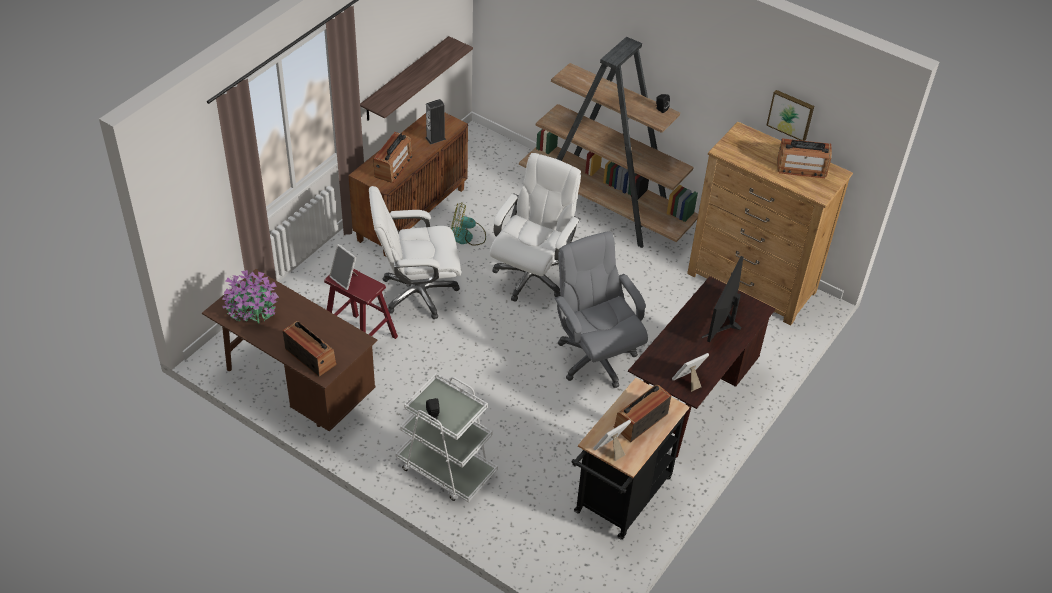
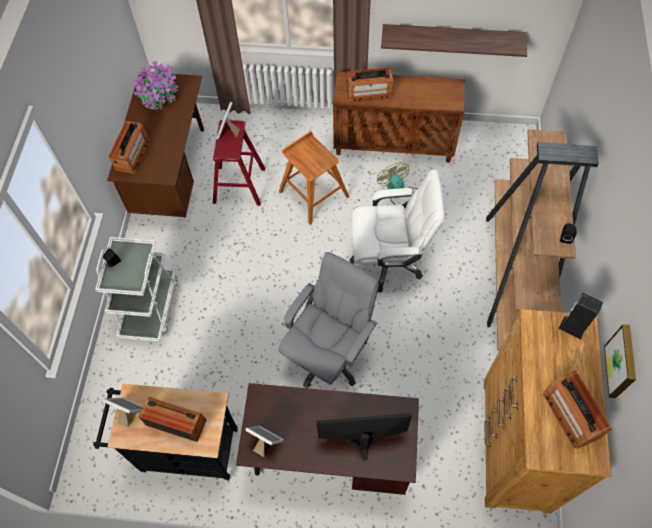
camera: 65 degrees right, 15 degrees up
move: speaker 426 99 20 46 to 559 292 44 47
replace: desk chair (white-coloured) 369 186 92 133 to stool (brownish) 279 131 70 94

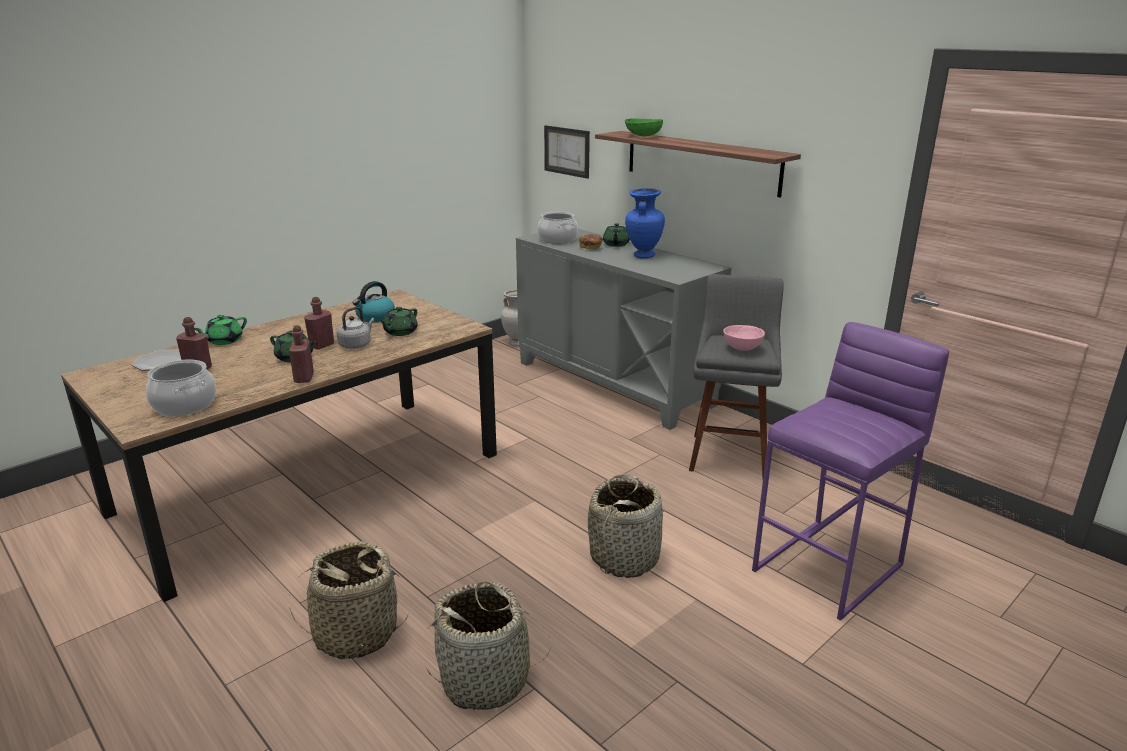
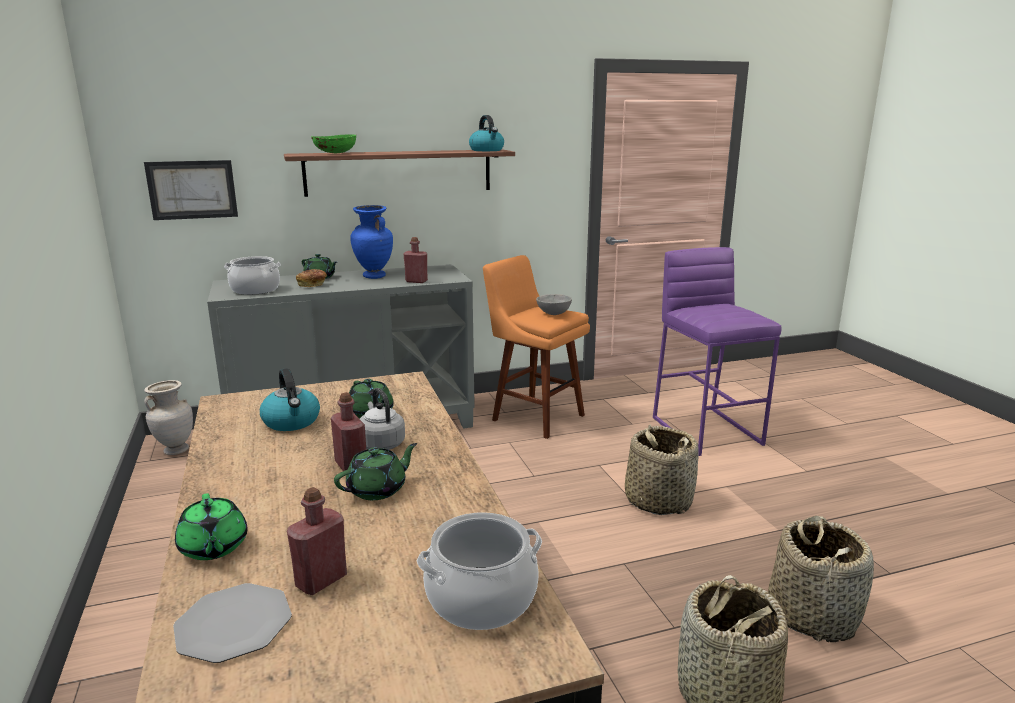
camera: 65 degrees left, 5 degrees down
insert: tea kettle 469 115 35 36
move: bottle (reddish) 289 325 25 58 to 404 237 24 46
recolor: stool (gray) 689 274 95 204 to stool (orangey) 483 255 107 184; serving bowl (pink-coloured) 723 325 42 26 to serving bowl (gray) 536 294 36 21

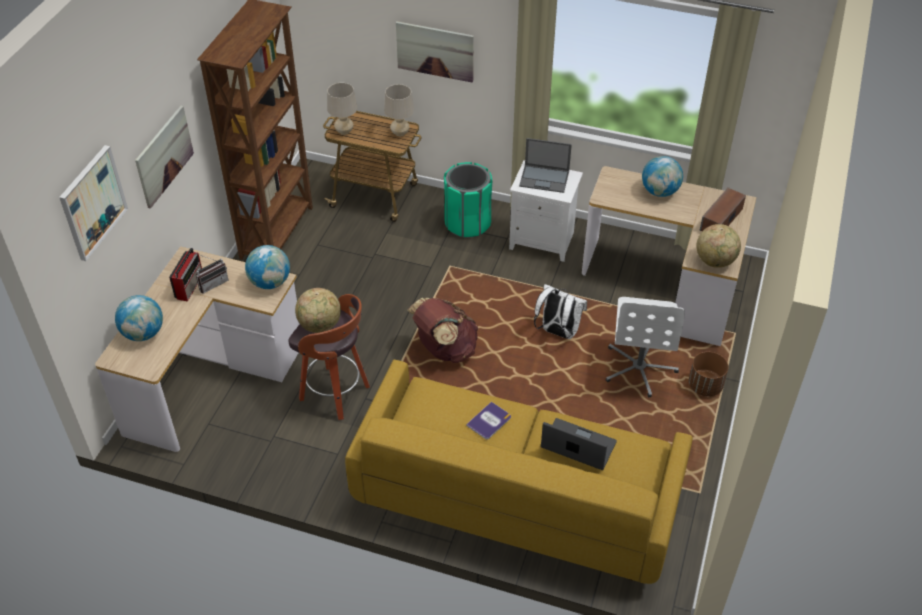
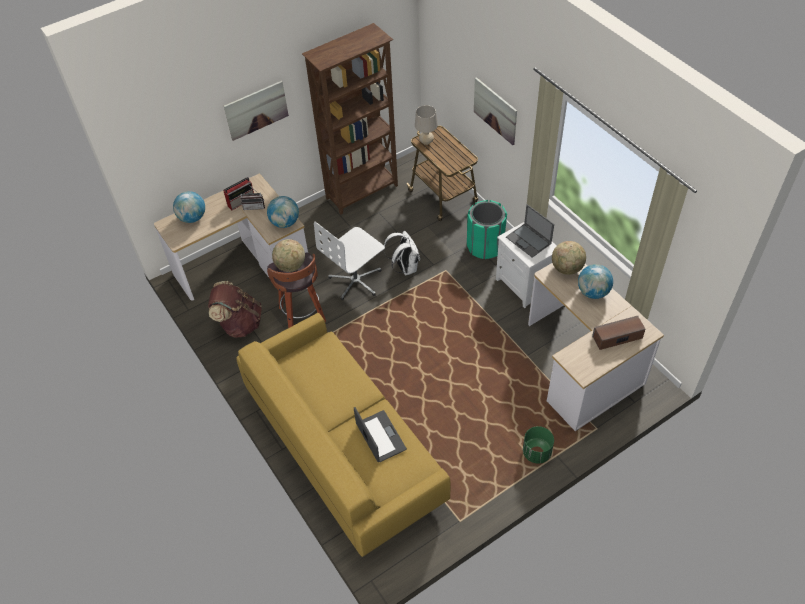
camera: 40 degrees right, 5 degrees up
delete: lamp for a table (beige-coloured) 384 84 30 52; picture 59 145 69 116; volume 466 402 45 37
move: globe 696 224 45 44 to 552 241 34 34; backpack (white-coloured) 534 284 53 55 to 383 230 37 45; desk chair (white-coloured) 606 297 79 100 to 314 221 71 79; backpack (brownish) 407 298 72 65 to 208 281 54 57
recolor: planter (brownish) 689 352 40 44 to planter (green) 523 426 31 38

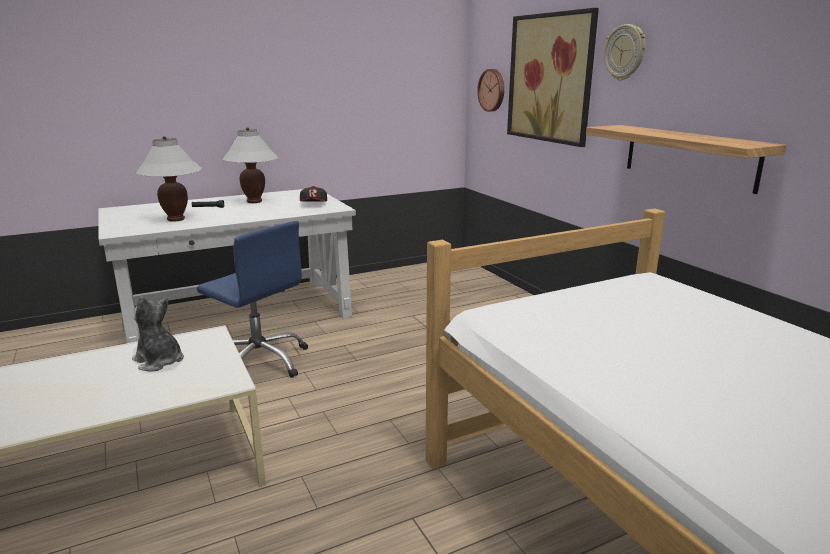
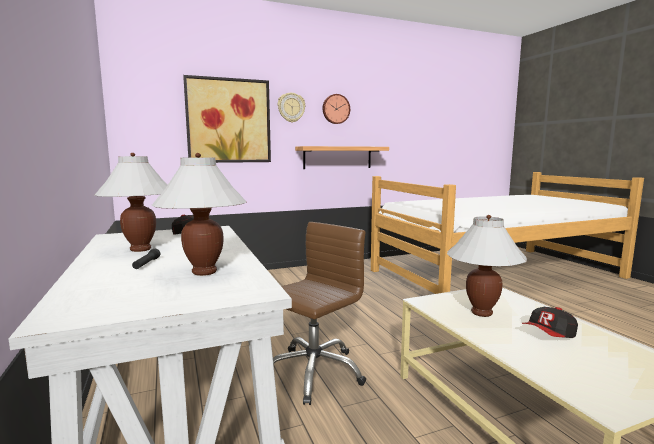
camera: 85 degrees left, 10 degrees down
insert: peaked cap 522 307 56 31
move: clock on the wall 477 69 27 43 to 323 94 27 30
replace: plush toy 132 296 52 76 to lamp for a table (white-coloured) 447 215 80 102
recolor: desk chair (bluish) 197 221 111 157 to desk chair (brownish) 273 222 93 183

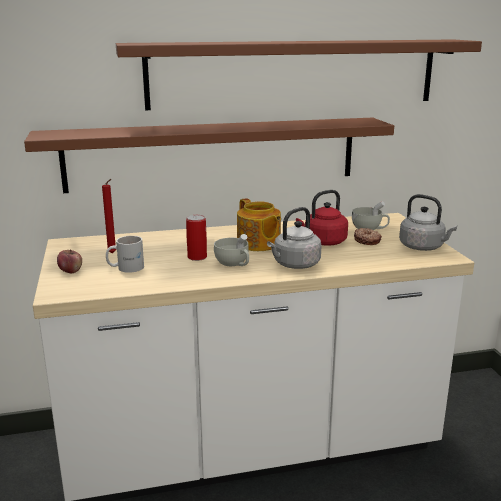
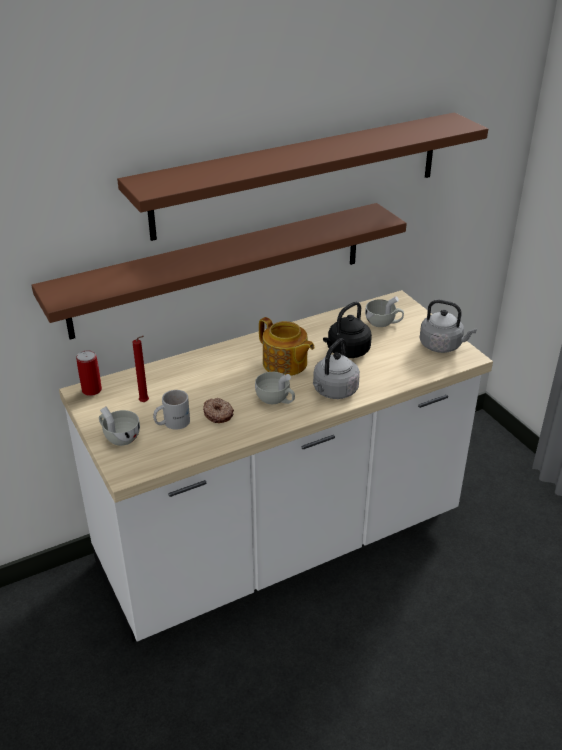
camera: 15 degrees left, 15 degrees up
move: metal can 186 215 21 46 to 76 350 26 46; ring doughnut 354 228 28 17 to 203 398 31 25
replace: apple fruit 57 249 25 24 to small cup (white-coloured) 99 407 41 39
recolor: tea kettle (reddish) 296 190 52 56 to tea kettle (black) 323 302 49 56

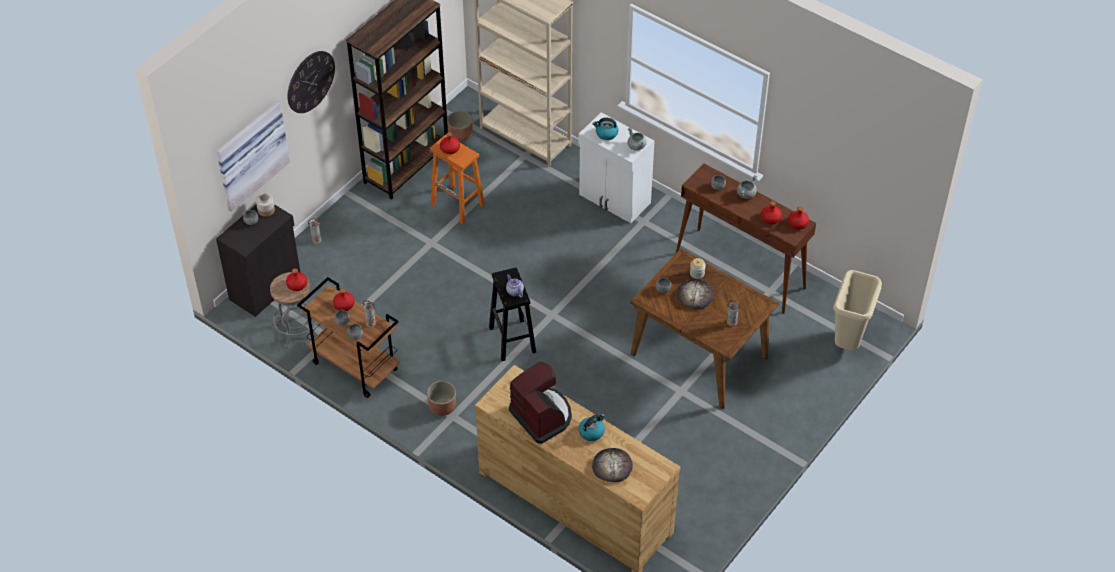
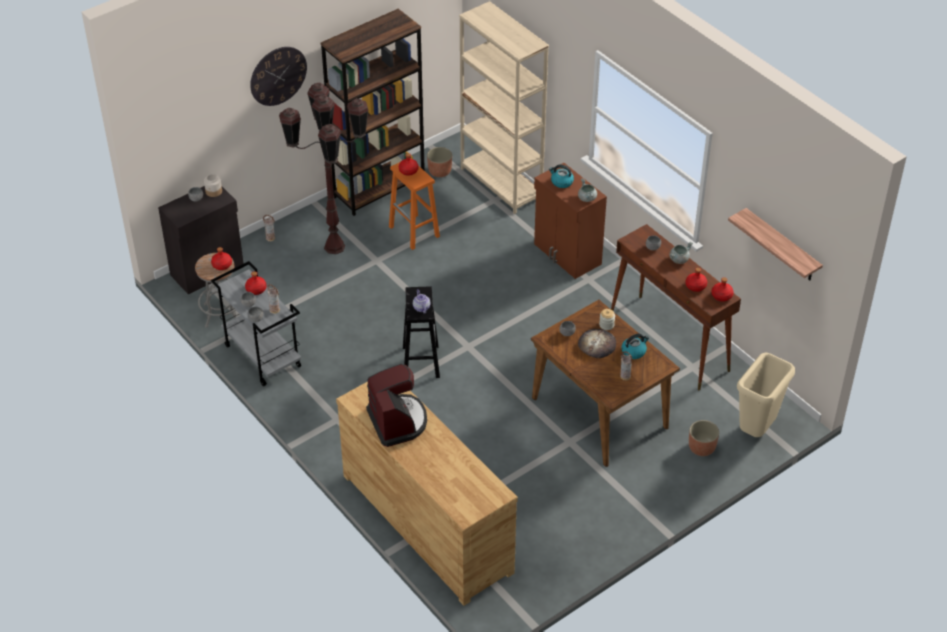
camera: 15 degrees right, 5 degrees down
delete: picture 216 101 74 111; bread 592 448 41 34
insert: floor lamp (brownish) 279 83 90 171; shelf 728 208 95 72
move: planter 427 381 29 35 to 689 420 30 36; tea kettle 578 414 27 27 to 621 334 28 25
recolor: storage cabinet (white-coloured) 578 113 77 110 to storage cabinet (brownish) 534 163 73 116; cart (brownish) 297 277 103 121 to cart (gray) 211 261 90 125

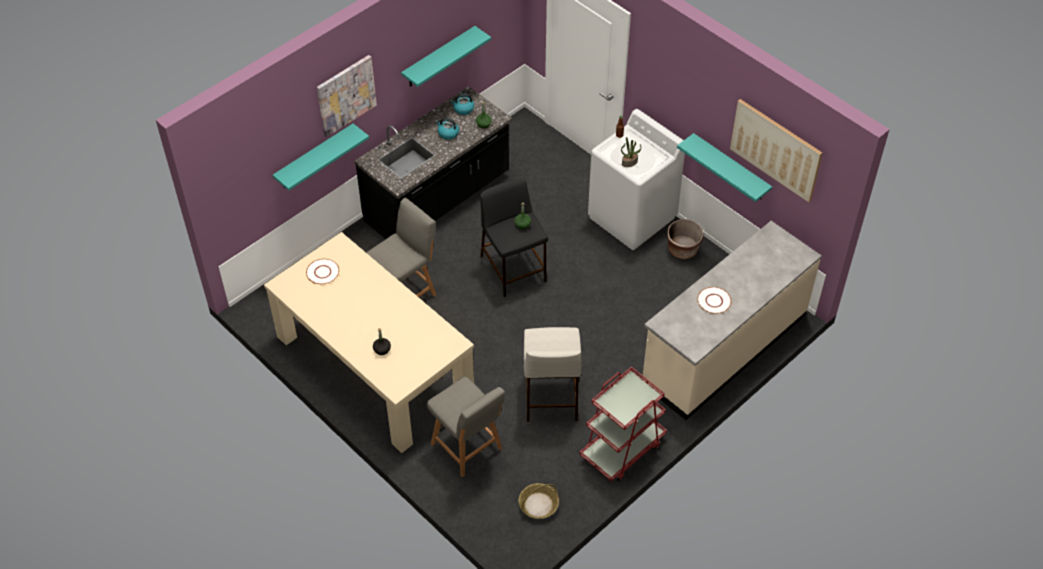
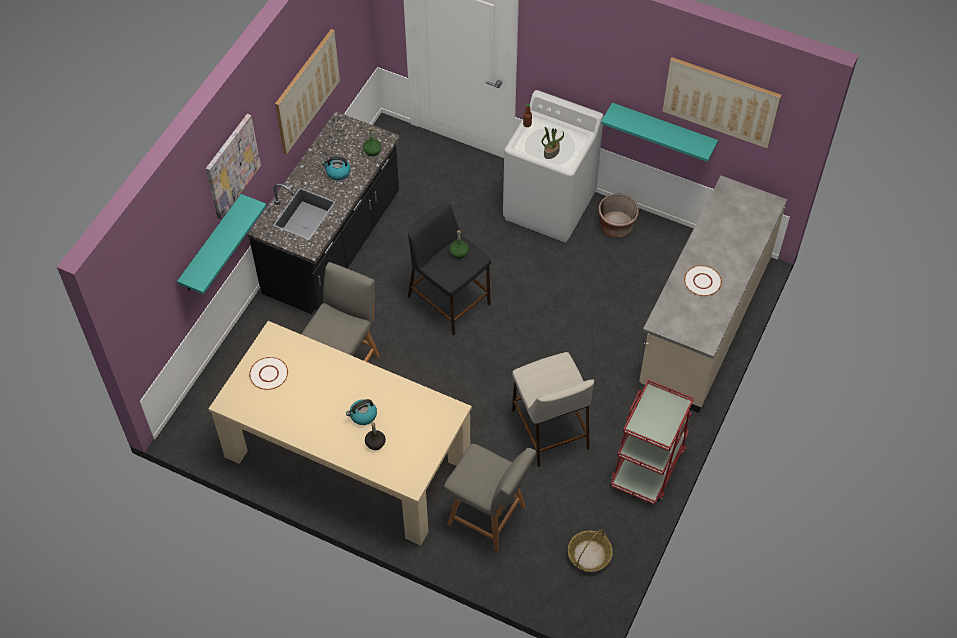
camera: 20 degrees left, 5 degrees up
move: tea kettle 450 94 24 21 to 346 399 31 26
replace: shelf (blue-green) 401 26 90 61 to picture 275 29 65 125

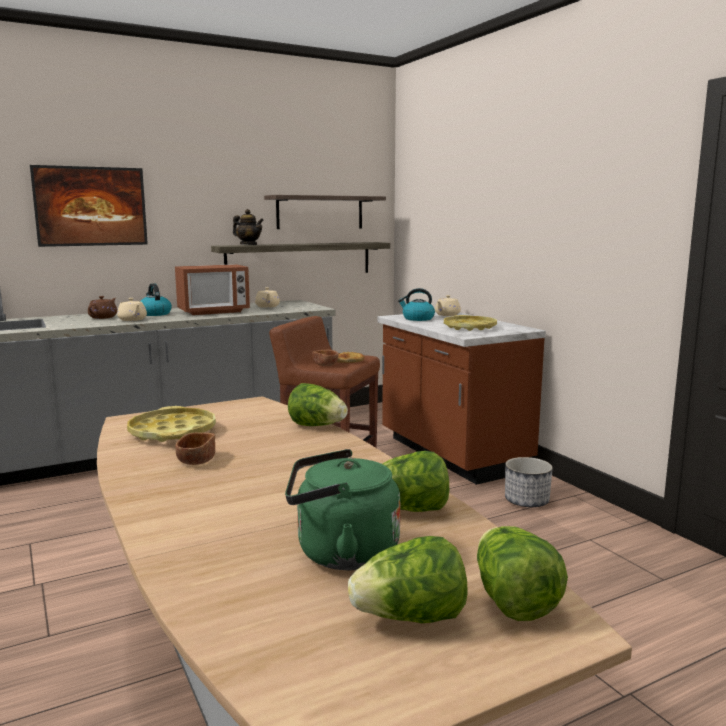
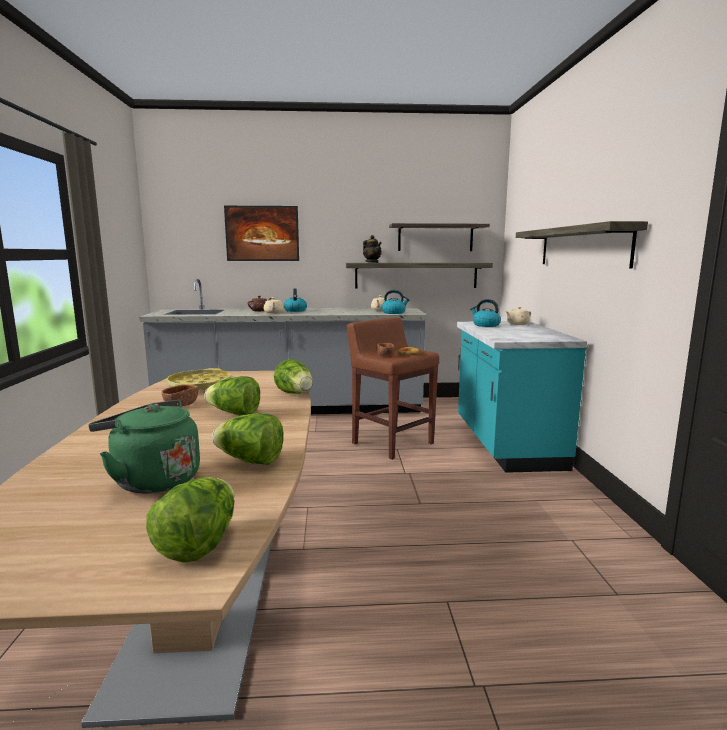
camera: 25 degrees right, 0 degrees up
delete: microwave oven 175 264 75 51; tray (yellow) 444 315 53 16; planter 505 457 48 50
insert: shelf 516 221 132 47; tea kettle 382 290 28 24
move: head of lettuce 348 536 120 87 to 204 376 56 39
recolor: kitchen counter (brownish) 377 312 169 173 to kitchen counter (blue-green) 457 321 130 152

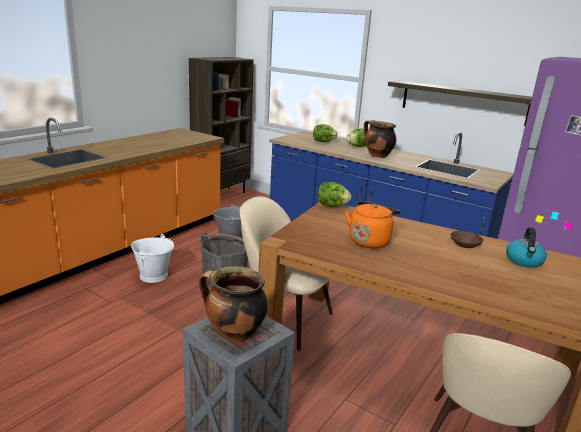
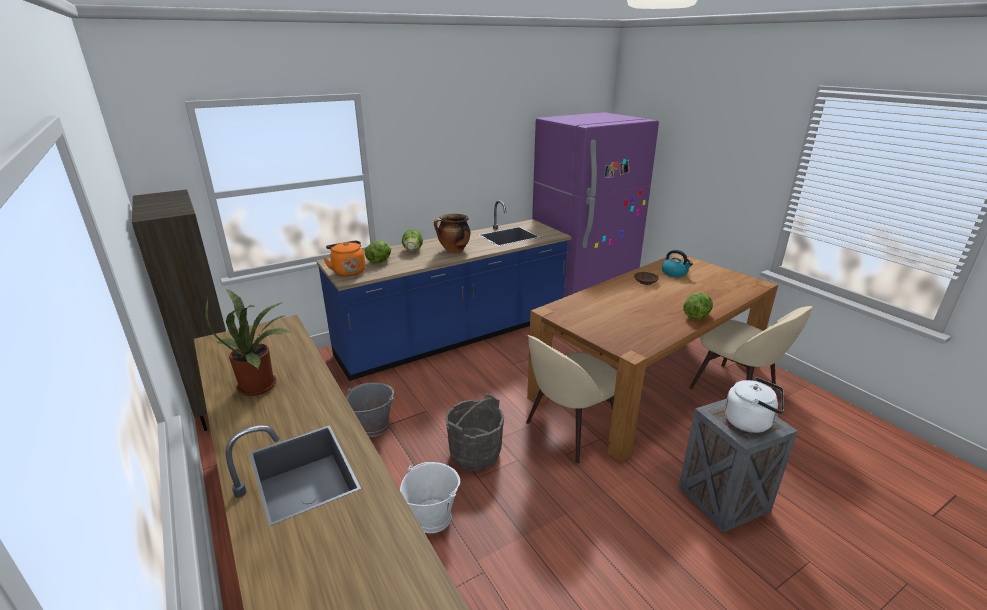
camera: 65 degrees left, 5 degrees up
delete: shelf 388 81 144 45
insert: potted plant 205 290 85 106
move: head of lettuce 318 182 33 25 to 683 293 30 26; tea kettle (orangey) 345 201 56 47 to 324 240 41 37
replace: cooking pot 199 266 69 76 to tea kettle (white-coloured) 724 377 60 56

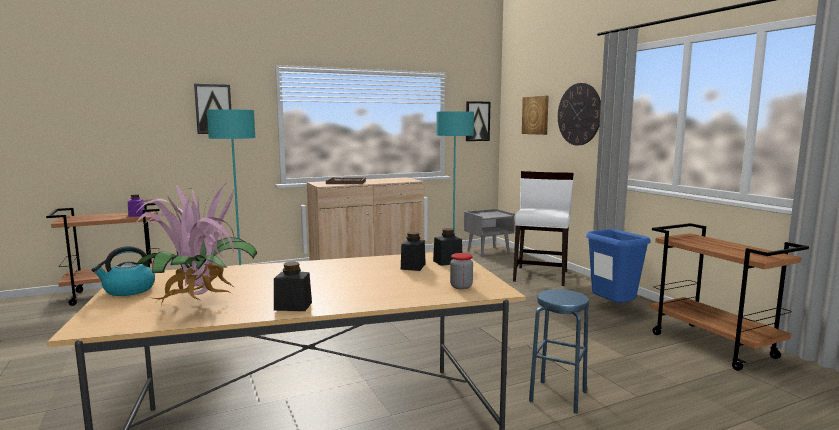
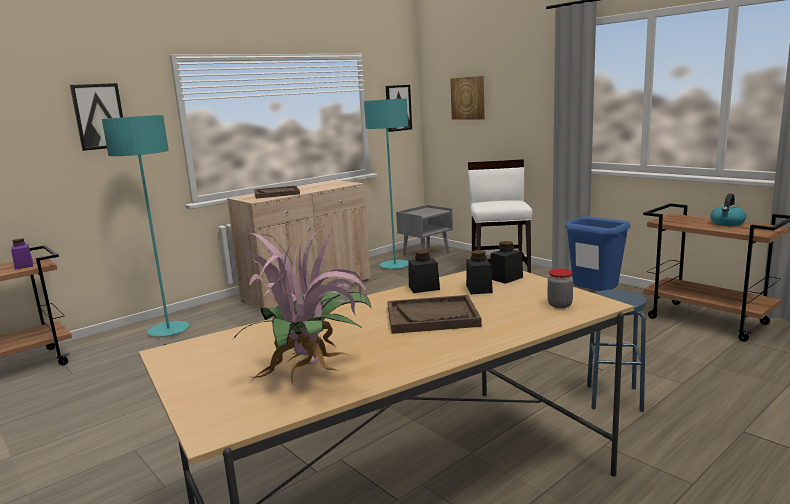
camera: 15 degrees left, 5 degrees up
delete: clock on the wall 558 83 43 62
insert: tray (brownish) 387 295 95 39
move: tea kettle 91 246 64 50 to 710 194 36 32; jar (black) 274 262 38 49 to 409 250 31 43

